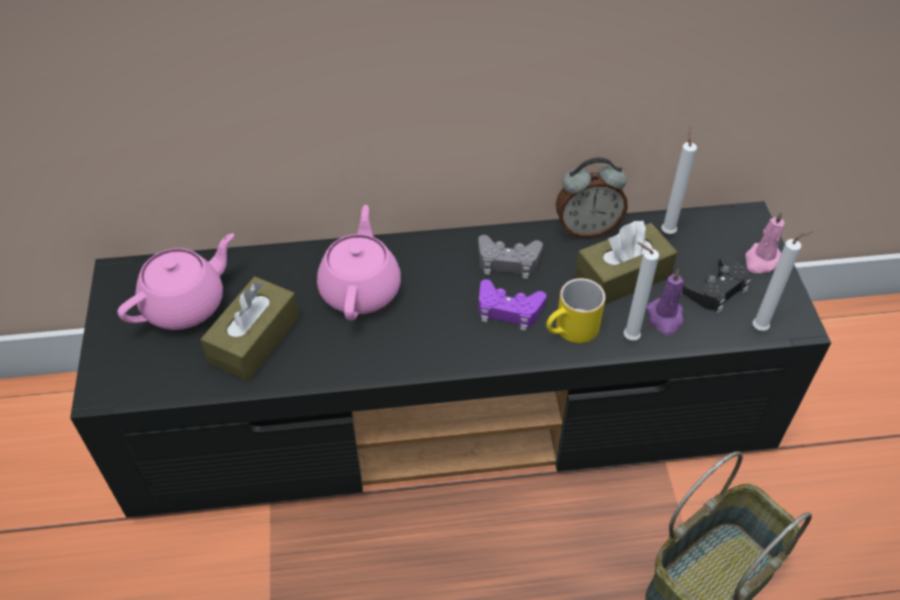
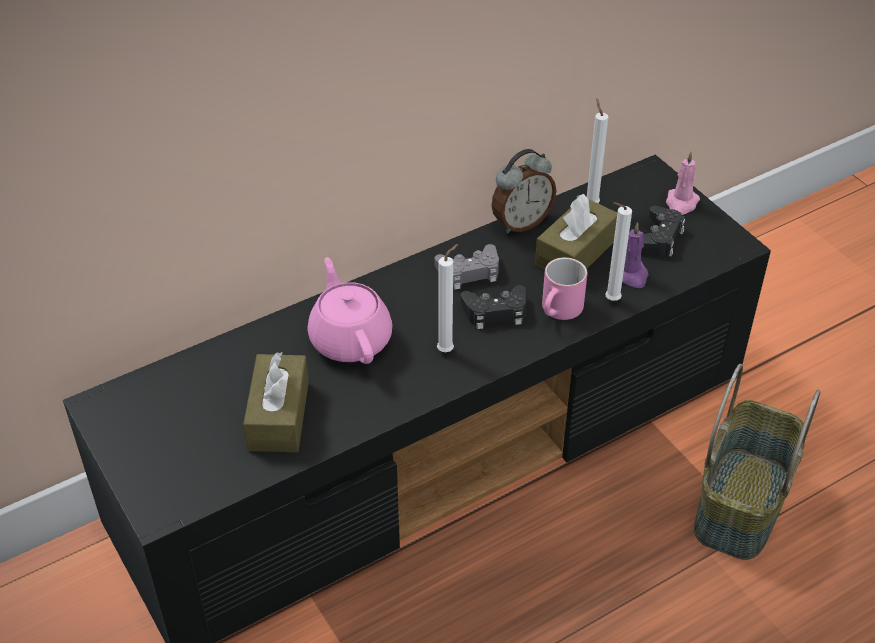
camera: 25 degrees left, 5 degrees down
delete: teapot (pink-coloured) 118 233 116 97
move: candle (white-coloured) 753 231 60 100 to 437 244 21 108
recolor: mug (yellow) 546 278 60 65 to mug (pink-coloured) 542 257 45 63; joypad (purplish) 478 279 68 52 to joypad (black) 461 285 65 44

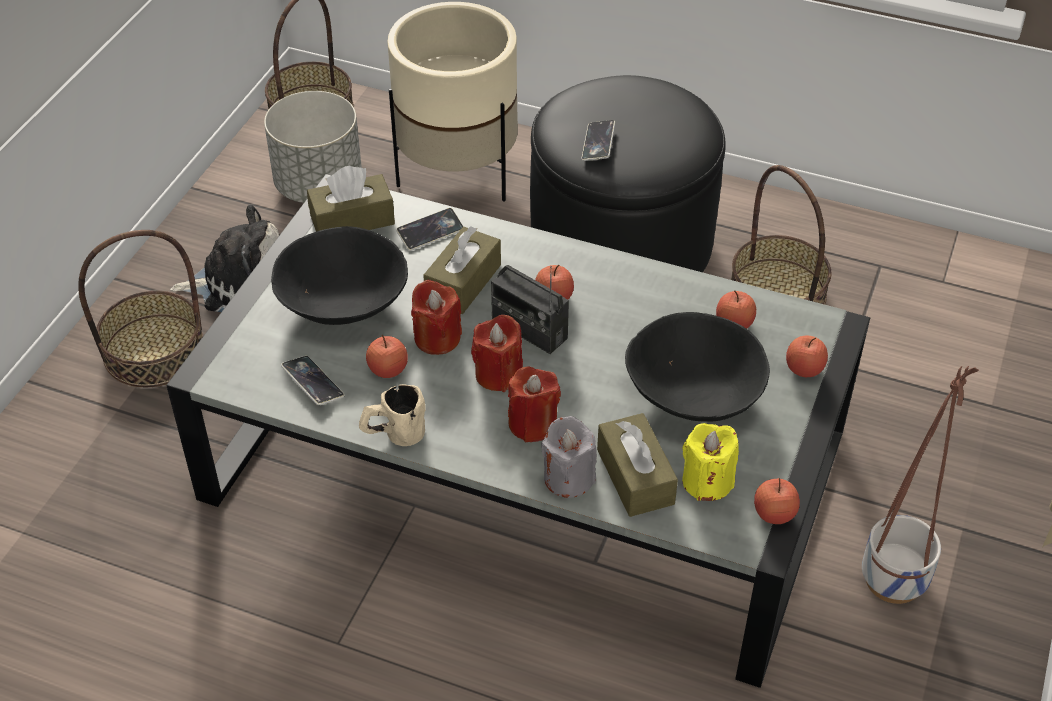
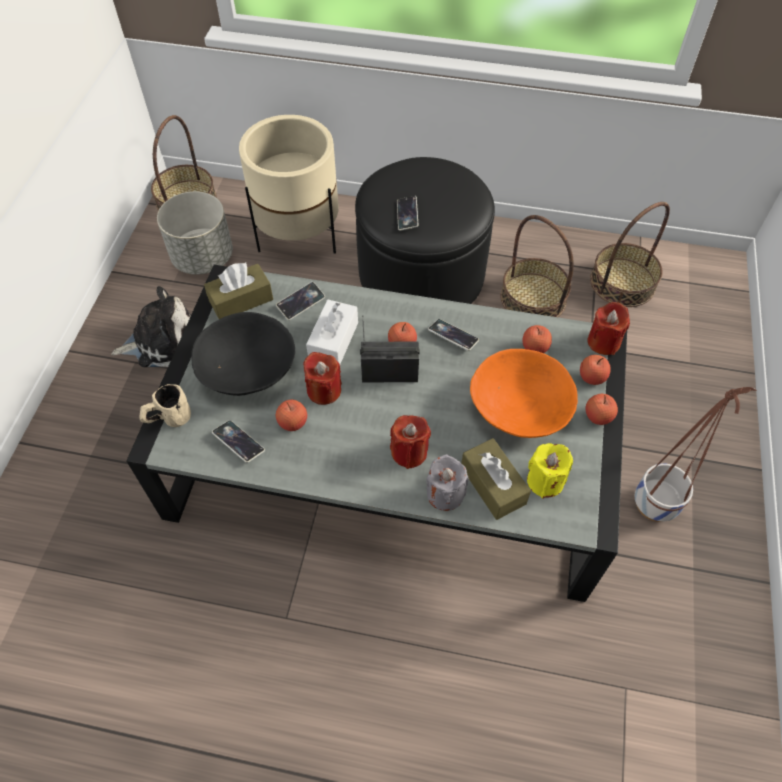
camera: 10 degrees left, 10 degrees up
insert: phone 428 319 51 32
move: household basket 78 230 125 158 to 590 202 80 105; candle (reddish) 471 315 52 77 to 587 302 43 53; mug (beige-coloured) 359 384 67 62 to 139 384 52 43; apple fruit 754 478 46 46 to 586 394 32 31
recolor: tissue holder (brownish) 423 226 78 88 to tissue holder (white-coloured) 306 300 52 64; serving bowl (black) 625 312 145 110 to serving bowl (orangey) 470 349 108 89
rotate: radio receiver 491 265 78 89 = 360 315 60 68 150 degrees clockwise

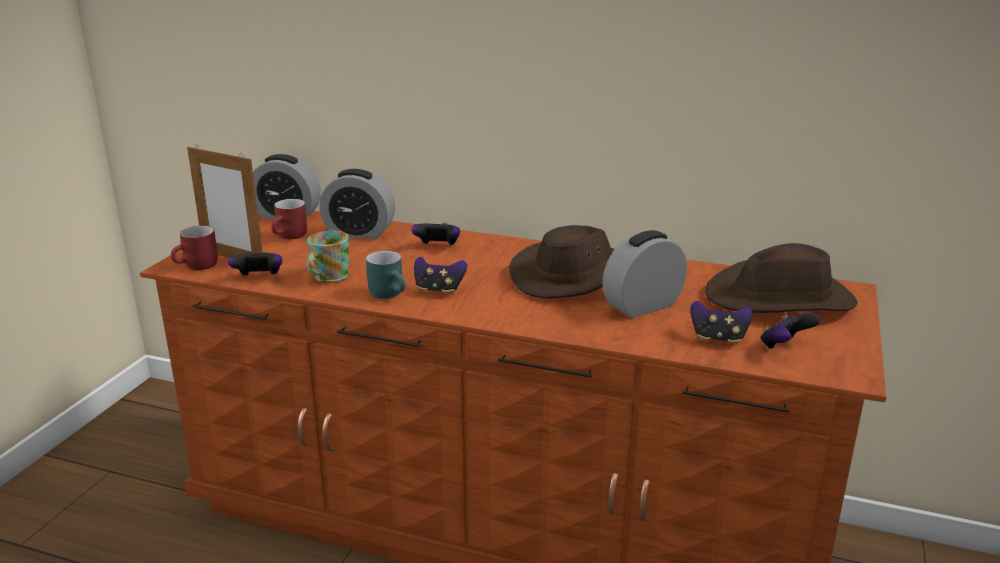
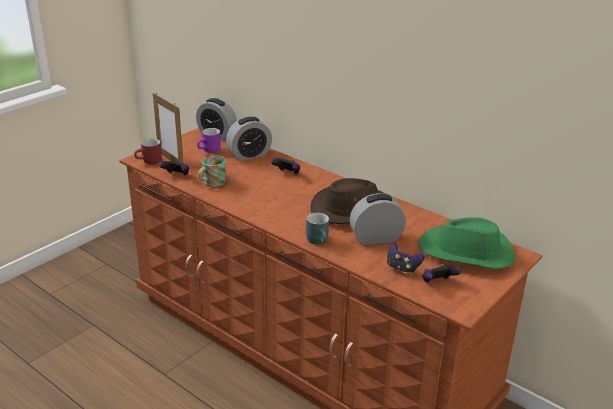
camera: 20 degrees right, 5 degrees up
delete: joypad 414 257 53 38
move: mug (blue-green) 366 251 40 48 to 306 213 23 32
recolor: mug (reddish) 271 199 36 40 to mug (purplish) 197 128 24 25; clothing hat (brownish) 705 243 153 70 to clothing hat (green) 418 217 98 52
rotate: alarm clock 319 169 76 70 = 226 117 46 44 60 degrees counterclockwise

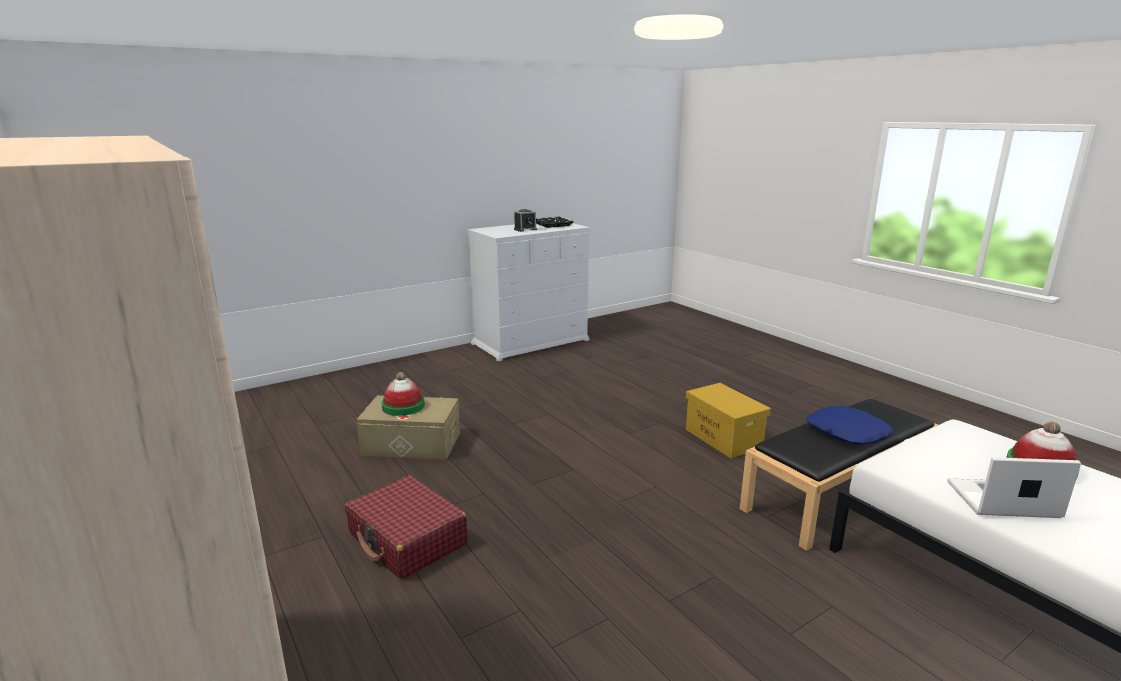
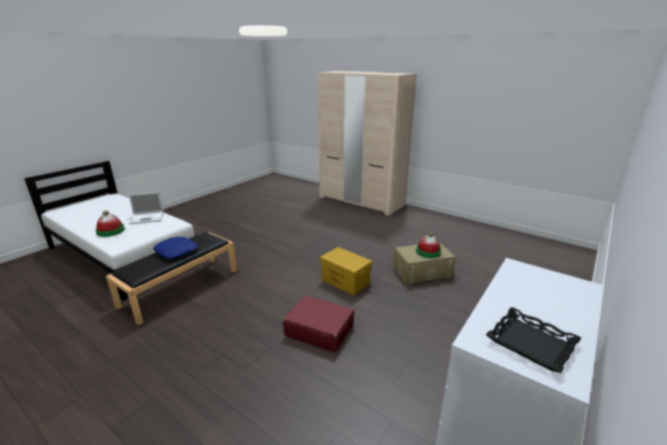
camera: 160 degrees right, 5 degrees up
delete: alarm clock 514 209 23 23
move: storage box (yellow) 686 383 85 75 to 320 247 52 49; piece of luggage (reddish) 345 475 123 104 to 283 295 71 57

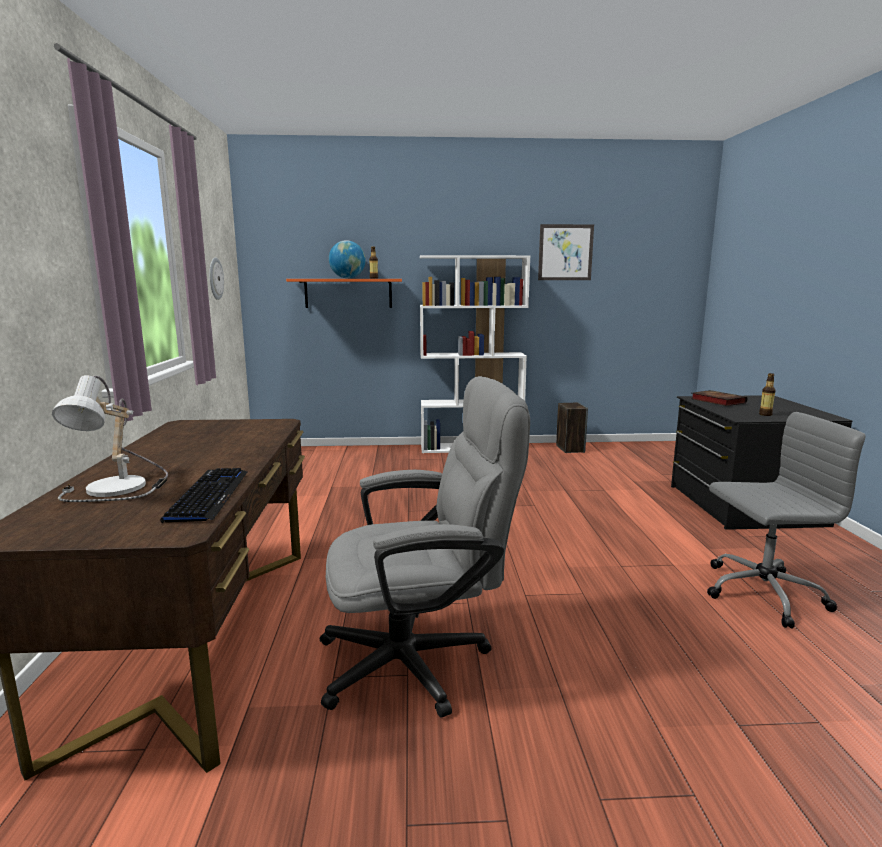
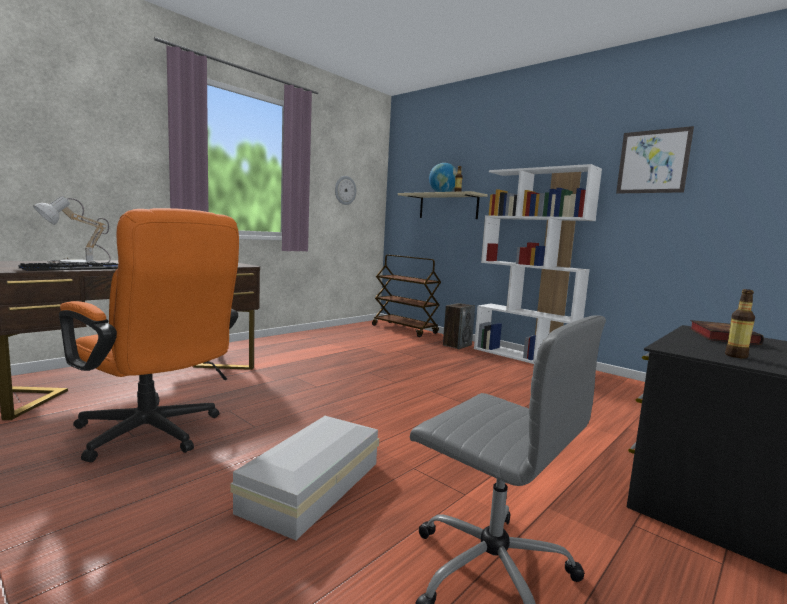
camera: 45 degrees right, 5 degrees down
insert: cart (brownish) 372 255 69 82; storage box (white-coloured) 230 416 149 124
move: speaker 556 402 32 51 to 443 303 32 46
recolor: shelf (orangey) 286 279 116 29 to shelf (beige-coloured) 398 191 90 28; desk chair (gray) 320 376 210 342 to desk chair (orangey) 59 208 180 254

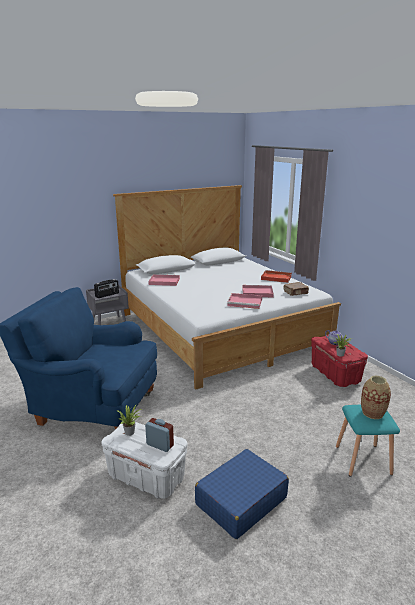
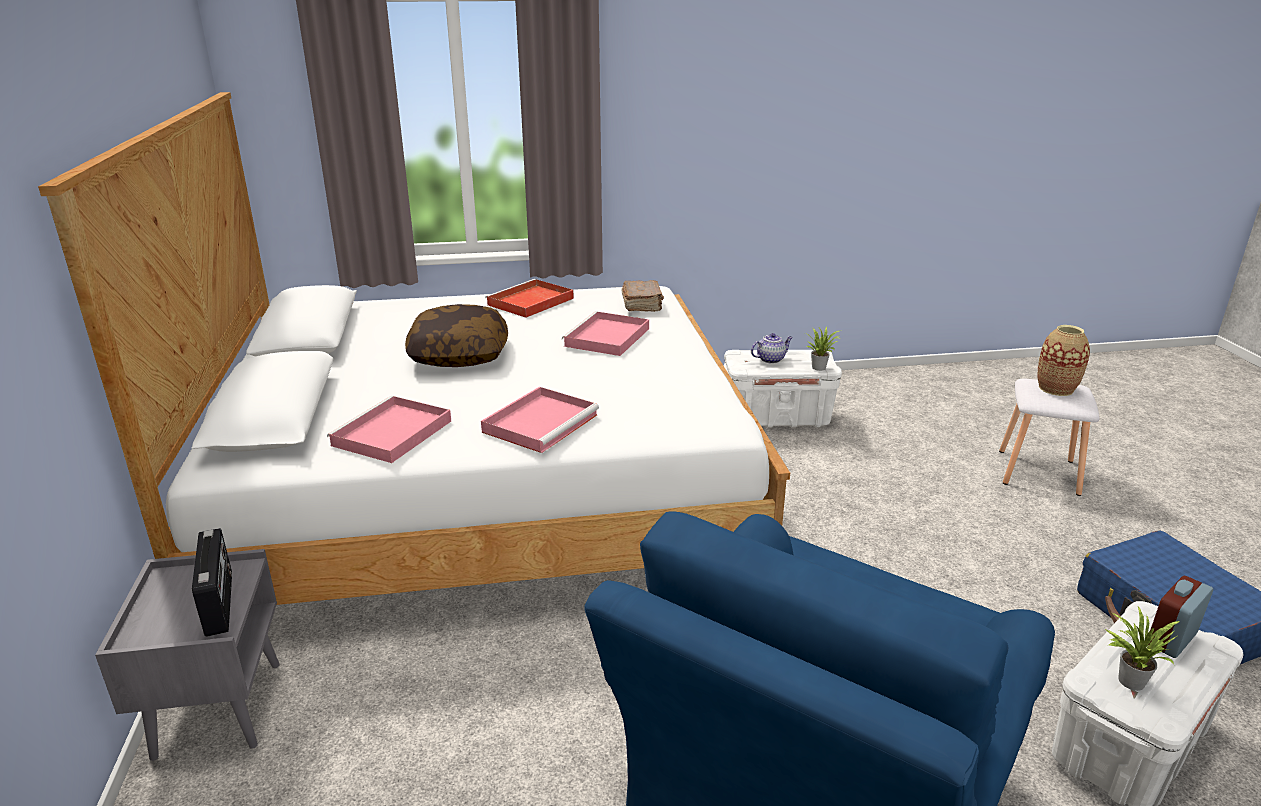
camera: 70 degrees left, 5 degrees up
insert: throw pillow 405 304 103 63
move: tray (pink-coloured) 227 293 35 16 to 481 387 118 66
recolor: storage box (reddish) 311 335 57 52 to storage box (white-coloured) 724 349 118 79; stool (blue-green) 336 404 64 73 to stool (white-coloured) 999 378 101 118

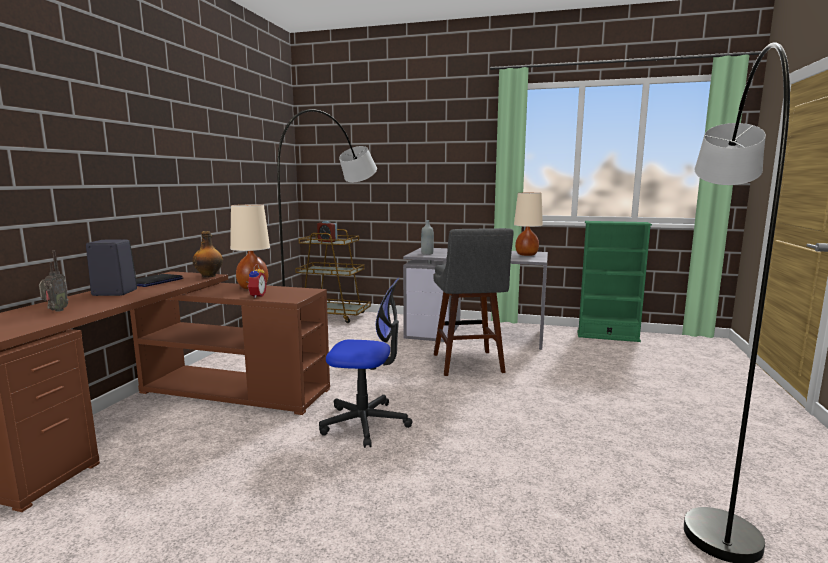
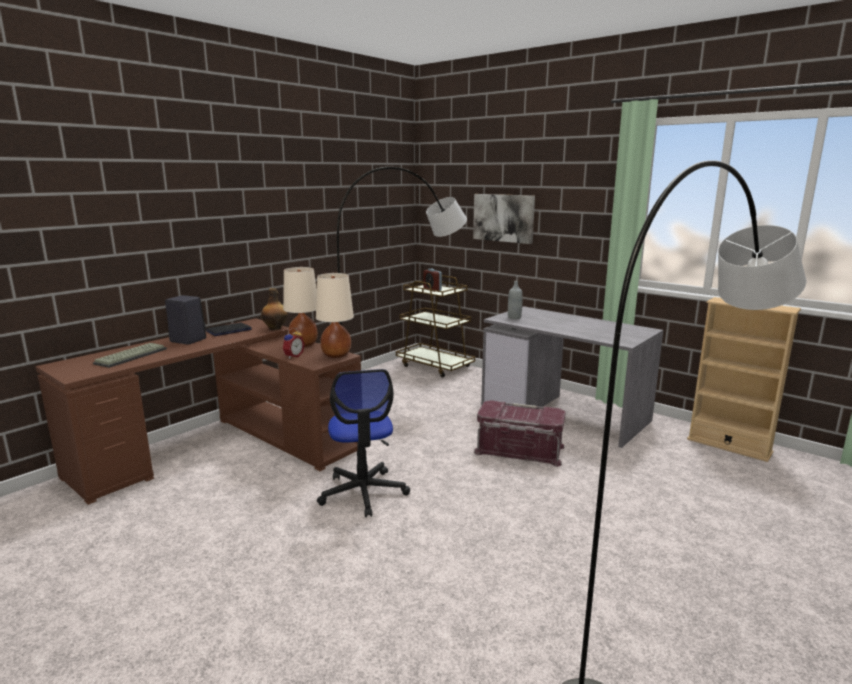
camera: 25 degrees right, 5 degrees up
insert: picture 473 194 62 50
move: lamp for a table (beige-coloured) 514 193 29 63 to 316 273 38 85
replace: stool (gray) 433 228 81 148 to storage box (reddish) 474 400 92 67; radio receiver 39 250 30 61 to keyboard 93 343 74 25
recolor: shelving unit (green) 577 221 75 121 to shelving unit (beige-coloured) 687 297 114 165
rotate: desk chair 319 278 94 170 = 317 369 93 148 45 degrees clockwise

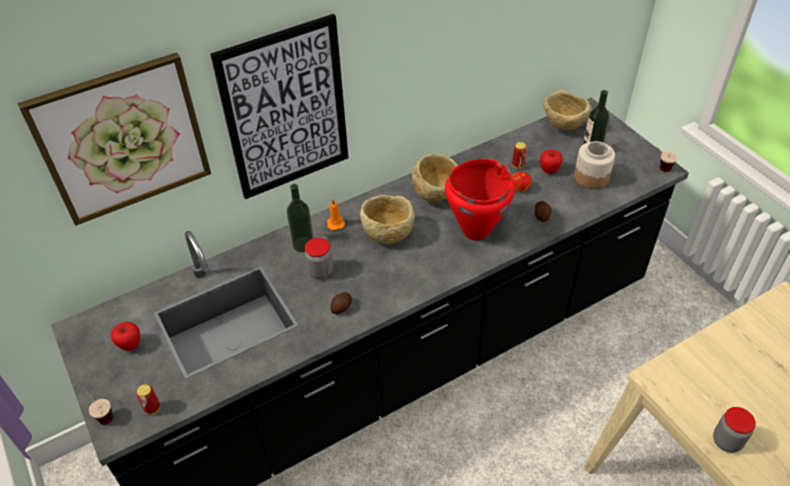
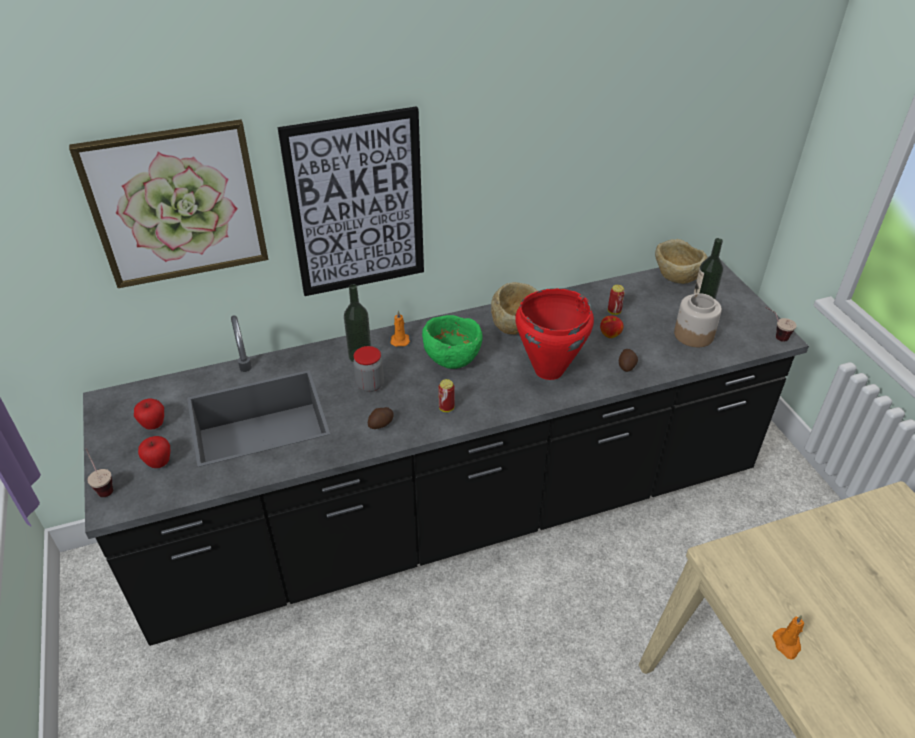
camera: 10 degrees right, 5 degrees down
move: apple fruit 540 150 23 24 to 138 436 32 32; metal can 136 384 24 31 to 438 379 17 33
replace: jar 713 407 43 46 to candle (orangey) 772 615 32 45
recolor: serving bowl (beige-coloured) 360 195 55 50 to serving bowl (green) 422 315 60 54

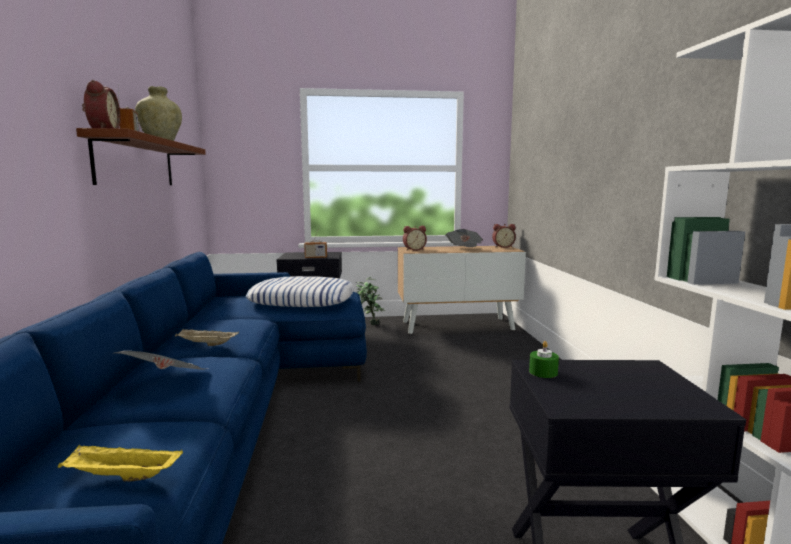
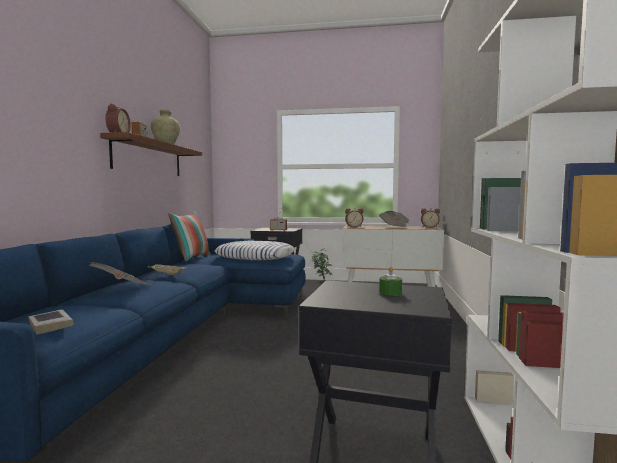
camera: 15 degrees right, 5 degrees down
insert: throw pillow 168 211 42 51
move: candle (green) 529 341 30 37 to 379 267 23 29
replace: tray (yellow) 58 445 125 37 to volume 28 309 46 26

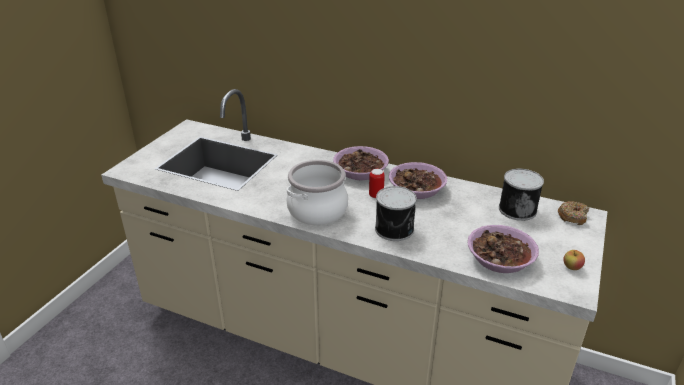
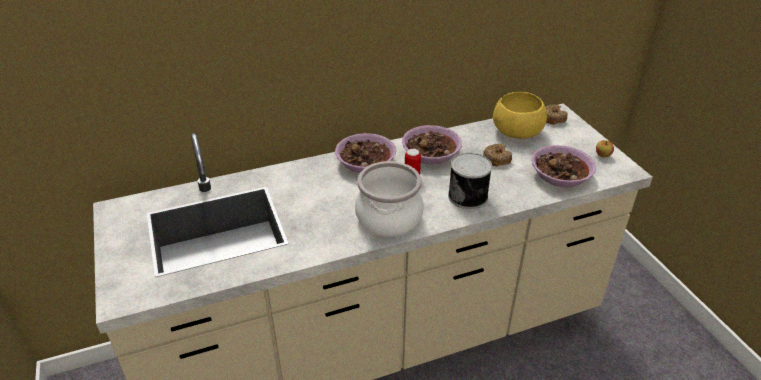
camera: 45 degrees left, 5 degrees up
insert: ring doughnut 483 143 29 23
replace: metal can 499 169 45 52 to serving bowl (yellow) 493 92 54 47

